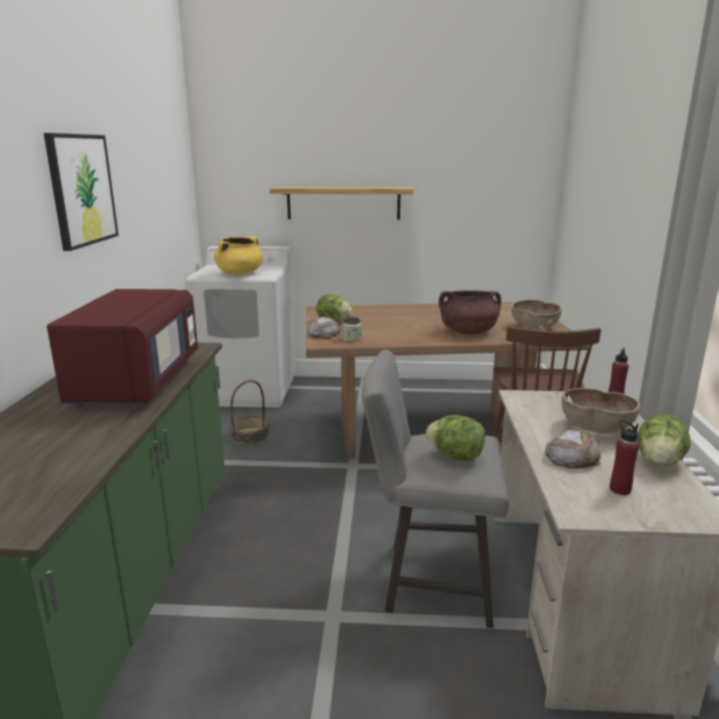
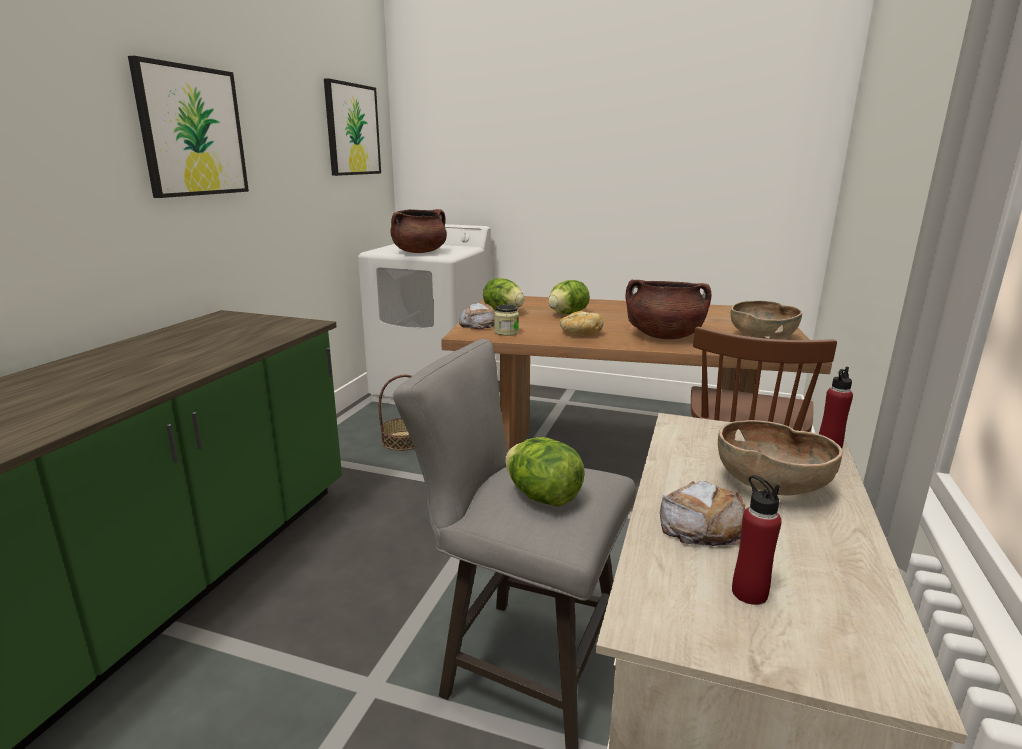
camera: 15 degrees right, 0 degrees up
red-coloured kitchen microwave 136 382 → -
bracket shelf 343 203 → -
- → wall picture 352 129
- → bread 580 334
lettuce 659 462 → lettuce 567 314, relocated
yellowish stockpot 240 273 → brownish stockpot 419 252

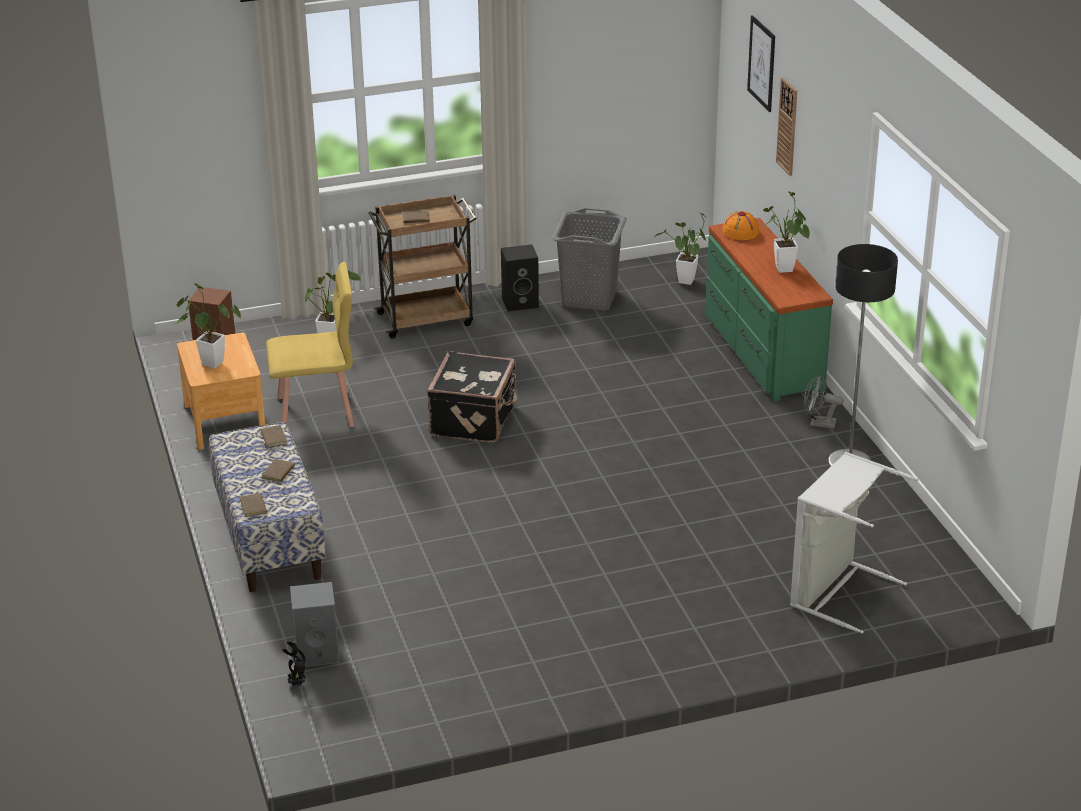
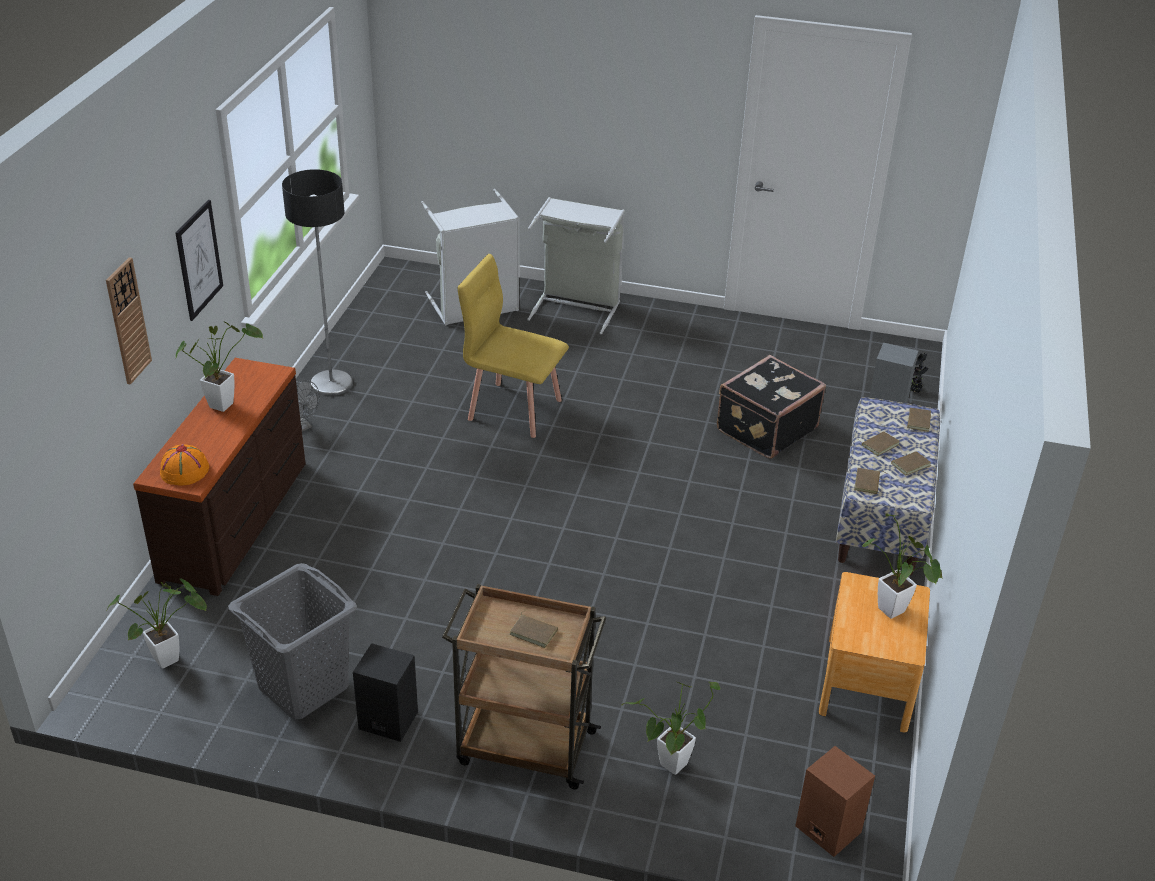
camera: 150 degrees left, 5 degrees up
- → grey washing basket 577 307
- → brownish bound book 909 464
yellowish plain chair 316 412 → yellowish plain chair 514 409, relocated
black-coloured travel case 475 420 → black-coloured travel case 765 429, relocated
wall picture 761 63 → wall picture 199 260, relocated
greenish chest of drawers 761 352 → brownish chest of drawers 237 520

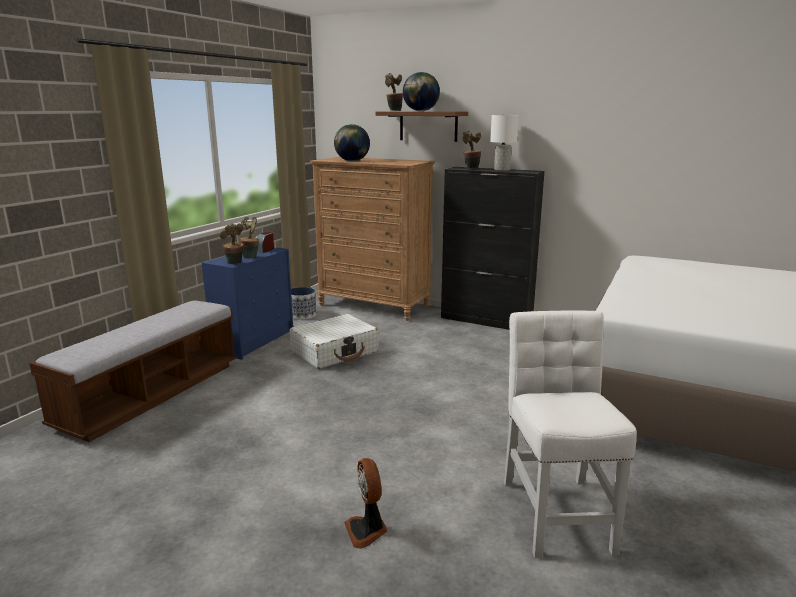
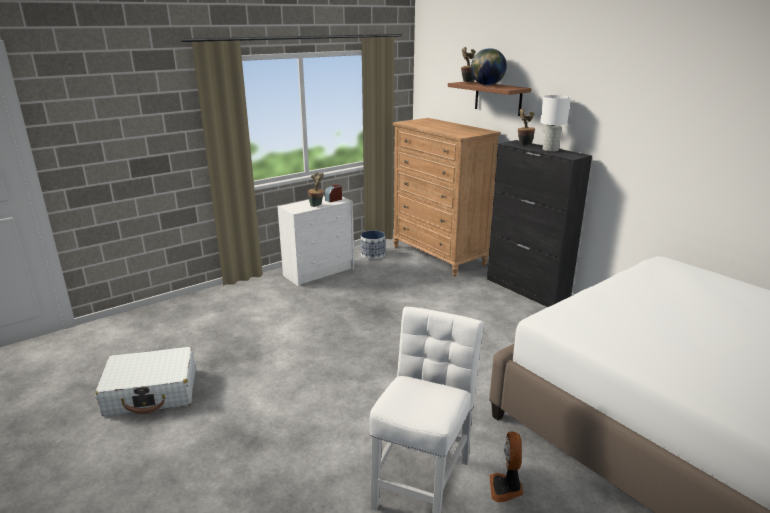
camera: 25 degrees right, 5 degrees up
bench 152 394 → -
plant in a pot 235 263 → -
globe 352 161 → -
white-coloured travel case 335 352 → white-coloured travel case 152 392, relocated
electric fan 367 530 → electric fan 506 488, relocated
bluish chest of drawers 255 341 → white-coloured chest of drawers 319 272

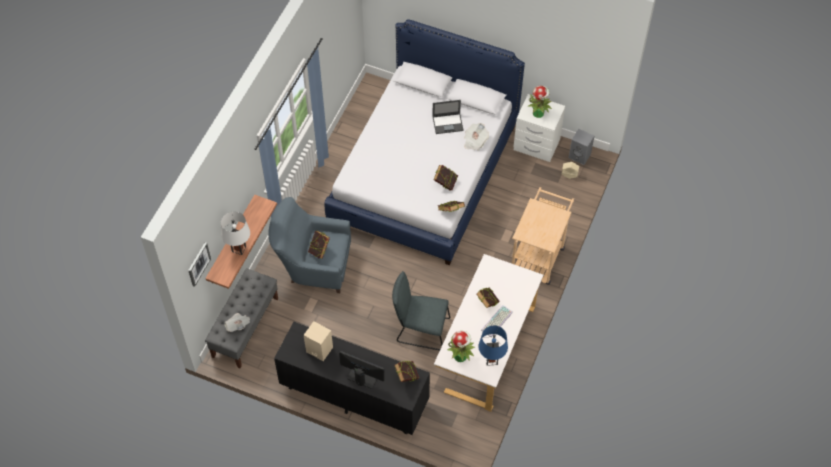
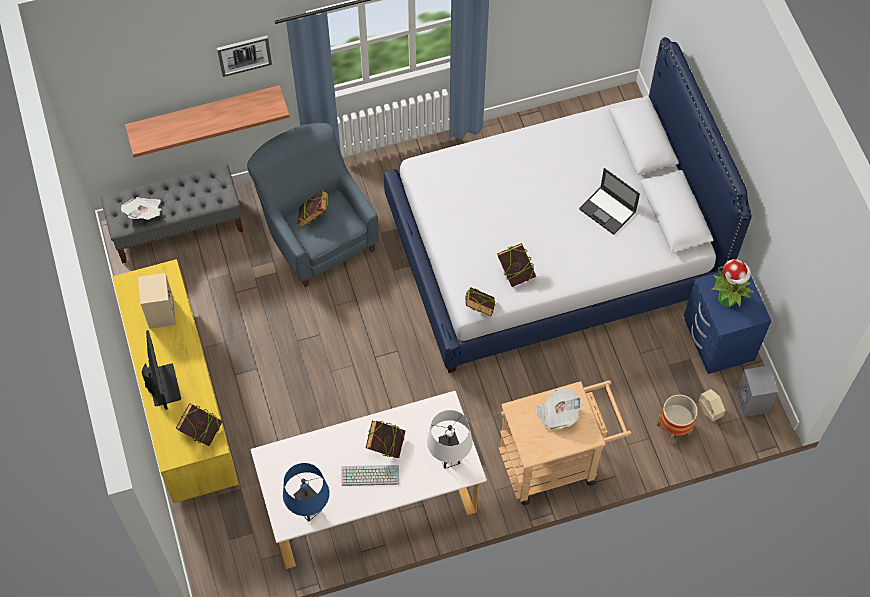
camera: 50 degrees right, 5 degrees up
grey plain chair 420 330 → -
plant in a pot 460 356 → -
- → plant pot 673 429
wall picture 198 264 → wall picture 244 55, relocated
white-coloured tabletop lamp 239 249 → white-coloured tabletop lamp 449 458, relocated
daily paper 475 141 → daily paper 557 414, relocated
black-coloured chest of drawers 354 395 → yellowish chest of drawers 183 404
white-coloured night table 536 145 → bluish night table 717 340

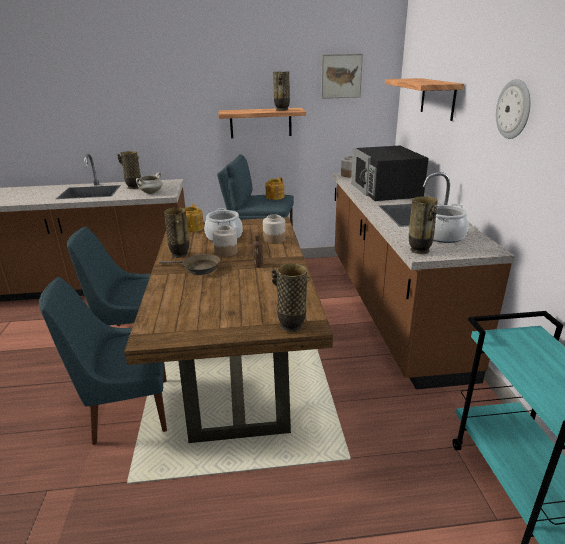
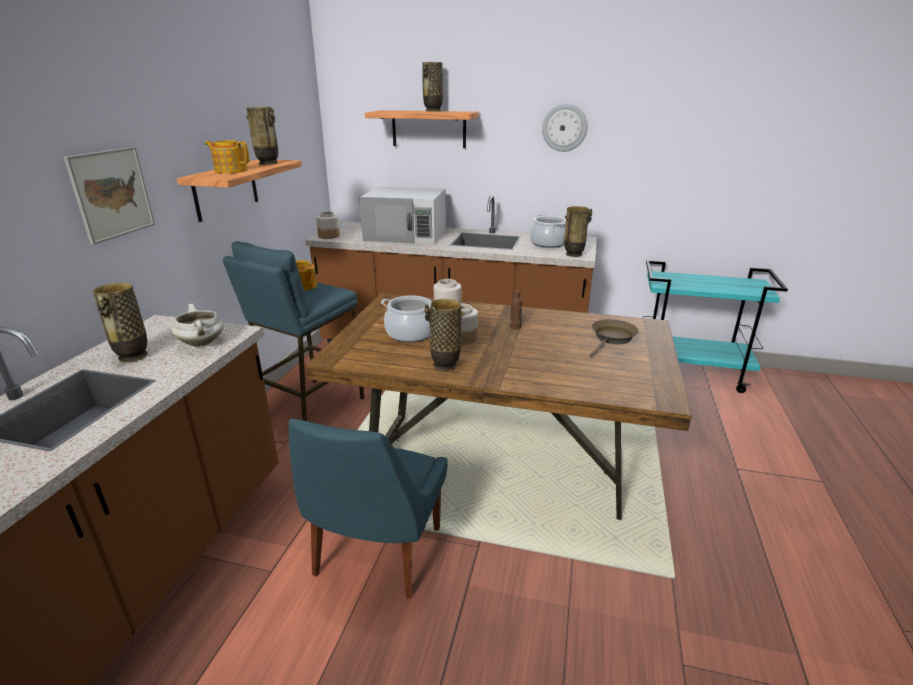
camera: 70 degrees left, 0 degrees up
bluish plain chair 128 411 → -
brownish pan 198 268 → brownish pan 612 339, relocated
teapot 193 227 → teapot 231 170, relocated
vase 291 326 → vase 433 111, relocated
wall picture 341 76 → wall picture 112 194, relocated
black-coloured kitchen microwave 385 190 → white-coloured kitchen microwave 406 235

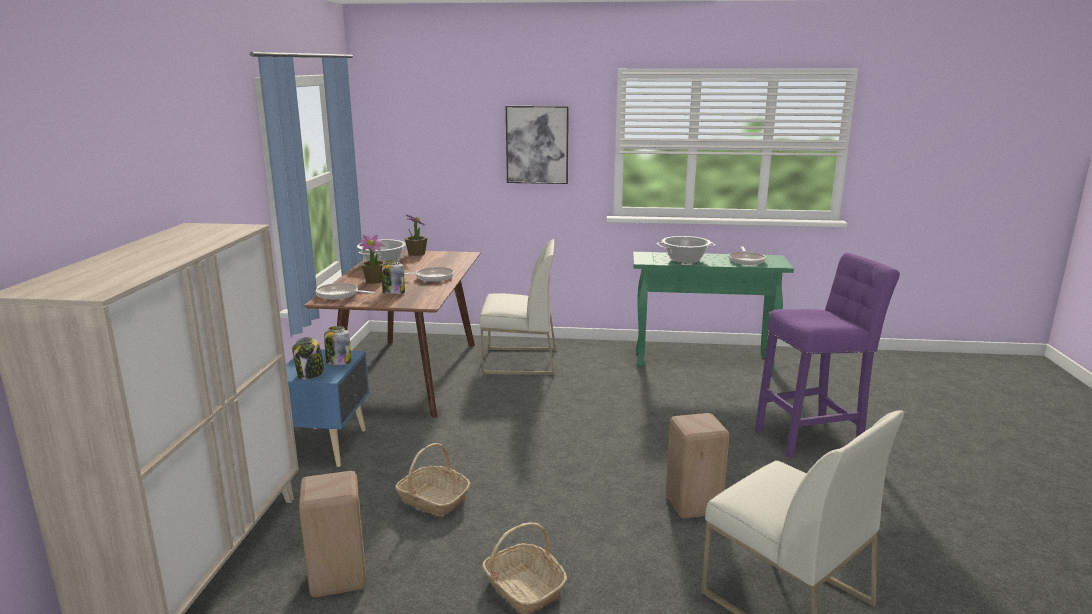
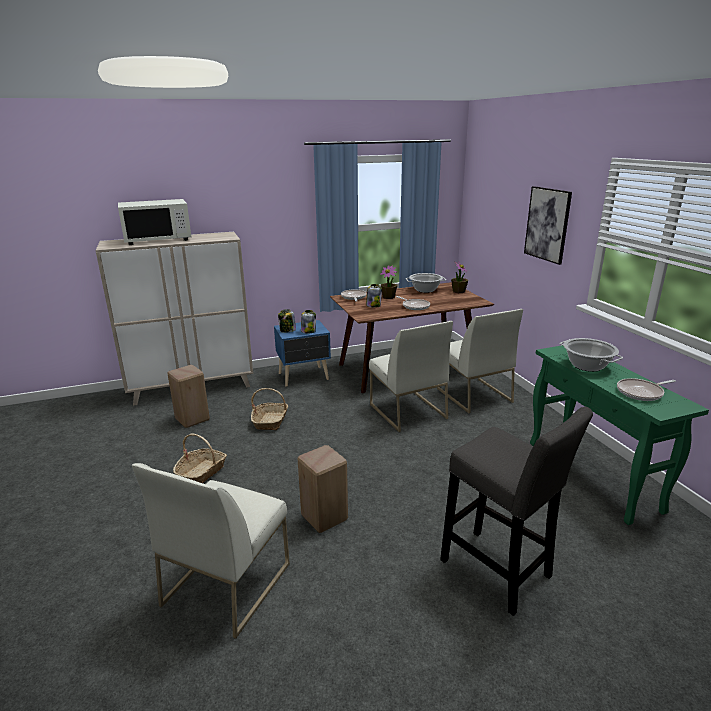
camera: 65 degrees right, 5 degrees up
- → white-coloured kitchen microwave 158 239
- → white-coloured plain chair 407 411
purple-coloured stool 812 437 → grey stool 499 573

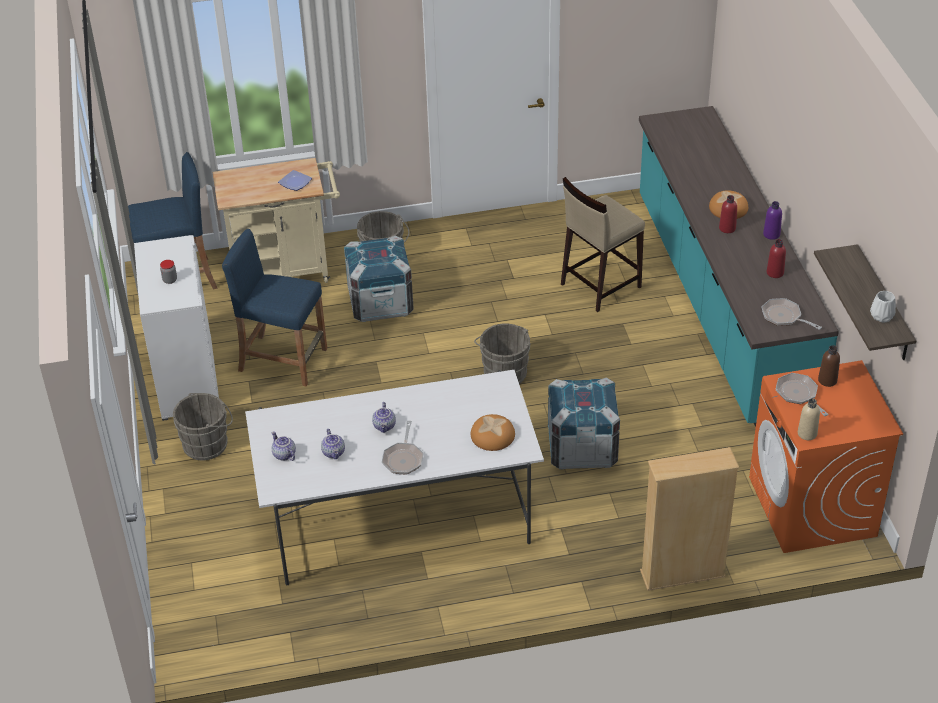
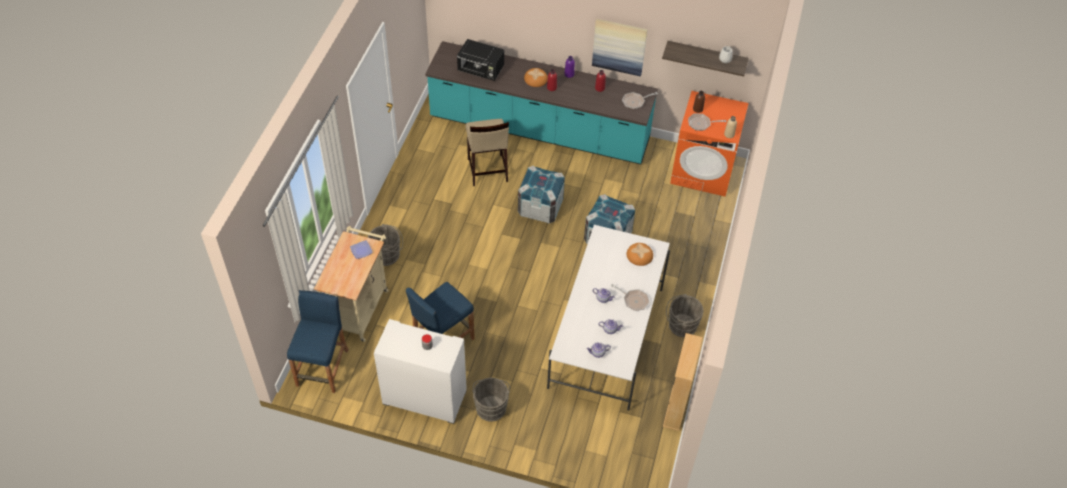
camera: 65 degrees left, 10 degrees up
- → black-coloured kitchen microwave 481 70
- → wall picture 619 46
packing crate 380 303 → packing crate 540 207, relocated
grey pail 504 372 → grey pail 680 325, relocated
beige bookshelf 682 574 → beige bookshelf 676 408, relocated

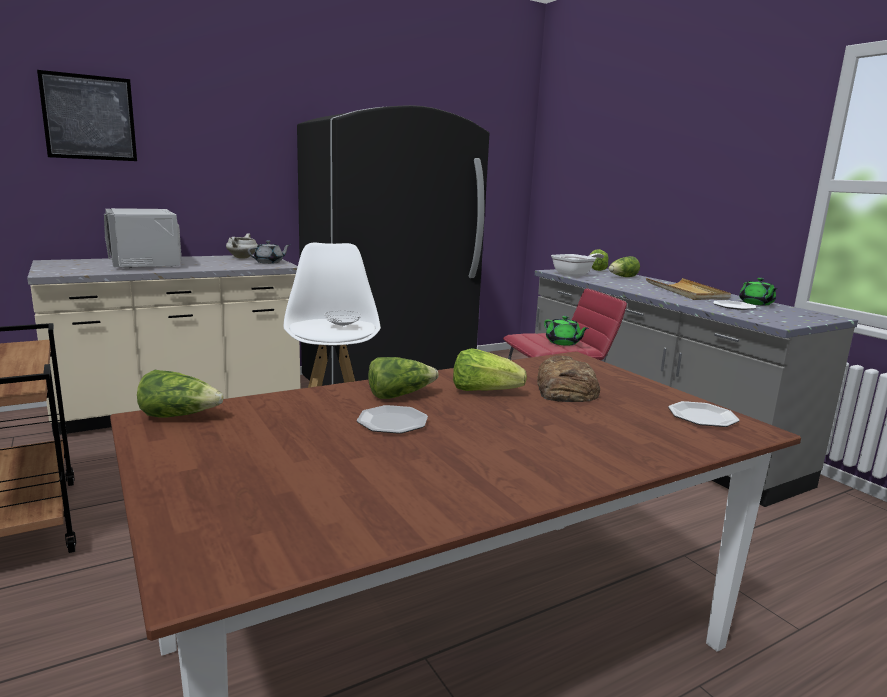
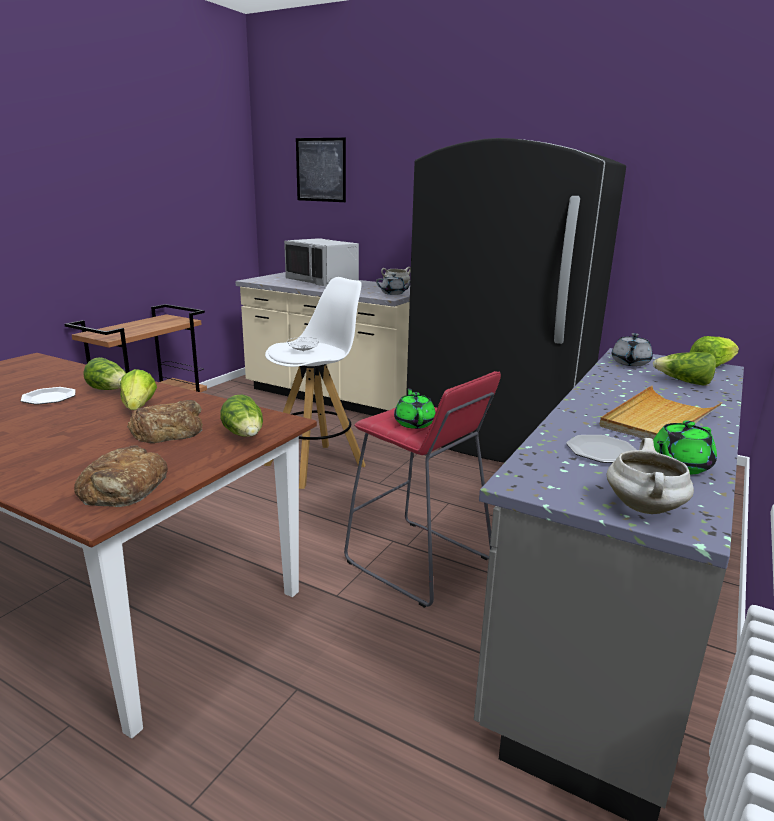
camera: 60 degrees right, 5 degrees up
- → white-coloured stockpot 645 509
lettuce 180 416 → lettuce 245 435, relocated
pan 575 274 → grey teapot 630 363
flat dish 702 417 → bread 124 488
grey kitchen microwave 146 263 → grey kitchen microwave 323 282, 75 degrees counterclockwise
greenish teapot 563 343 → greenish teapot 414 423, 150 degrees clockwise

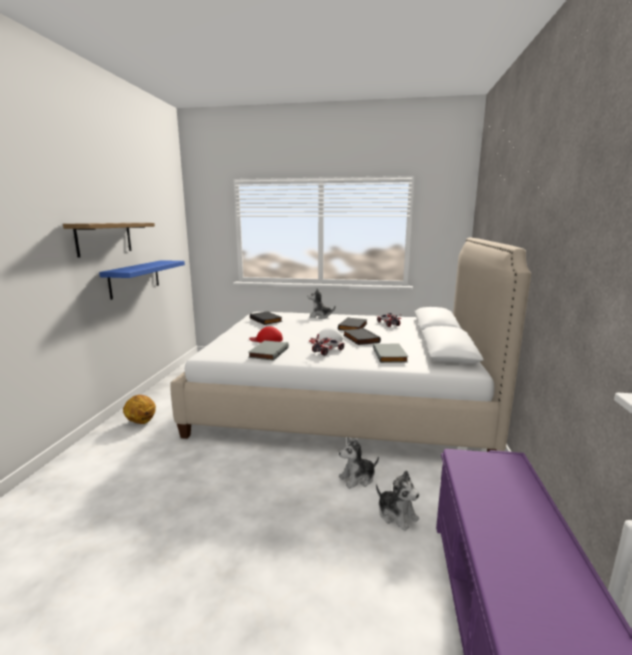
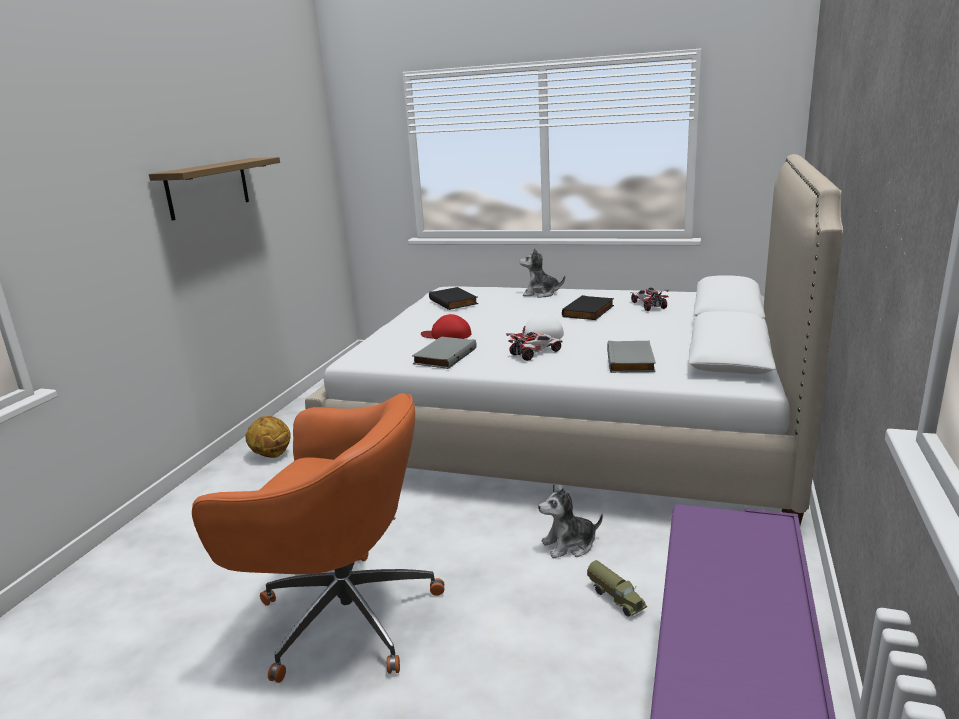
camera: 10 degrees right, 5 degrees up
bluish bracket shelf 135 278 → -
black-coloured bound book 360 339 → -
- → orange-coloured desk chair 342 615
soft toy 396 515 → toy truck 616 598

